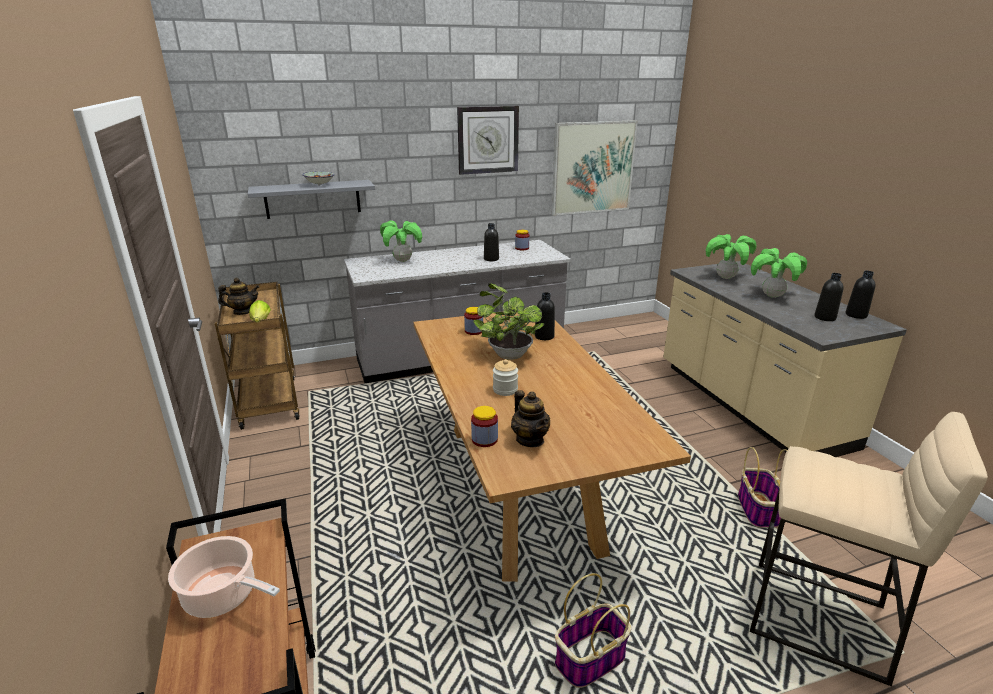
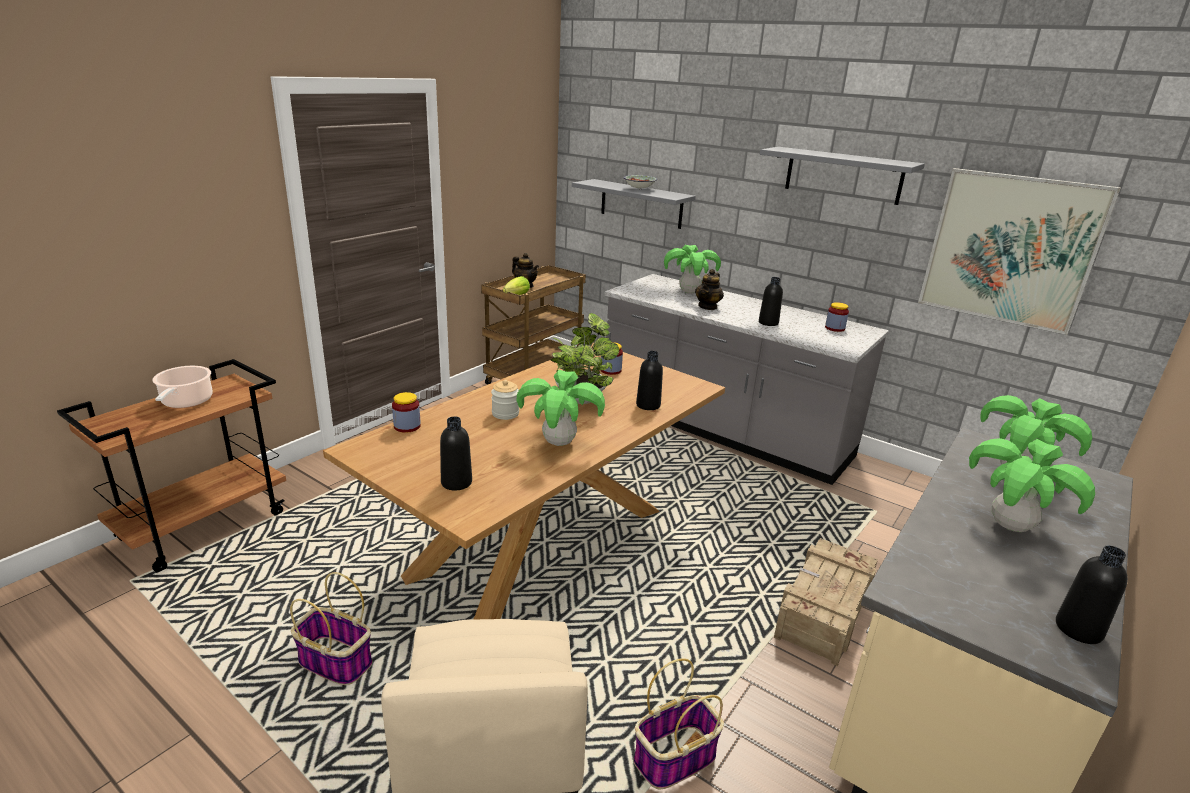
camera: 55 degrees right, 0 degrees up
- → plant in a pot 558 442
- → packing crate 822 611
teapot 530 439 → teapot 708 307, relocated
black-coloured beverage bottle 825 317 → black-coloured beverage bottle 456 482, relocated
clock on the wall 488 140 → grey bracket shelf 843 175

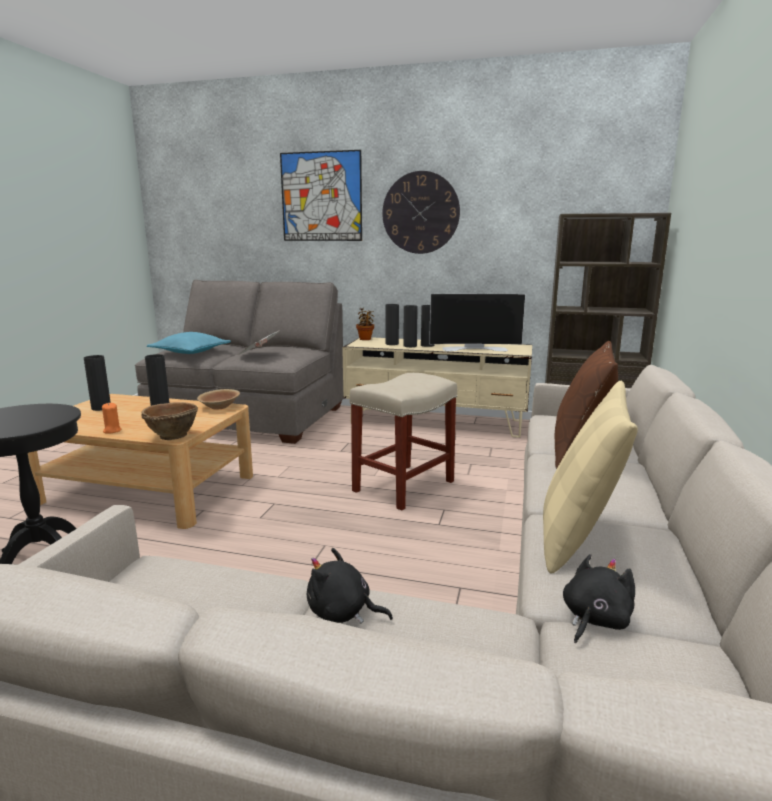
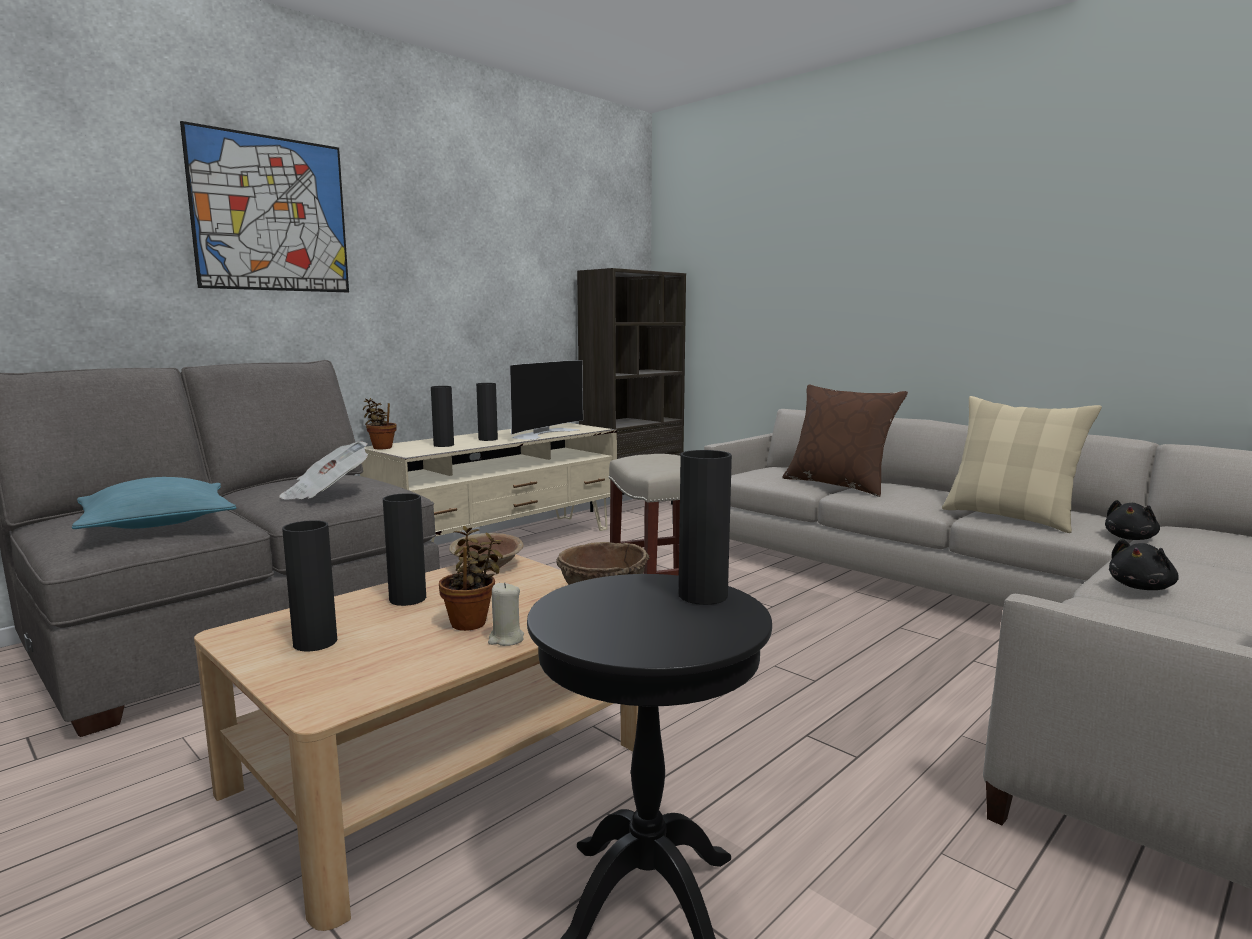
camera: 60 degrees left, 5 degrees down
clock on the wall 420 213 → -
- → plant in a pot 471 622
black-coloured vase 410 346 → black-coloured vase 703 595, relocated
orange-coloured candle 112 431 → beige candle 506 639
black-coloured soft toy 594 619 → black-coloured soft toy 1130 538, 120 degrees counterclockwise

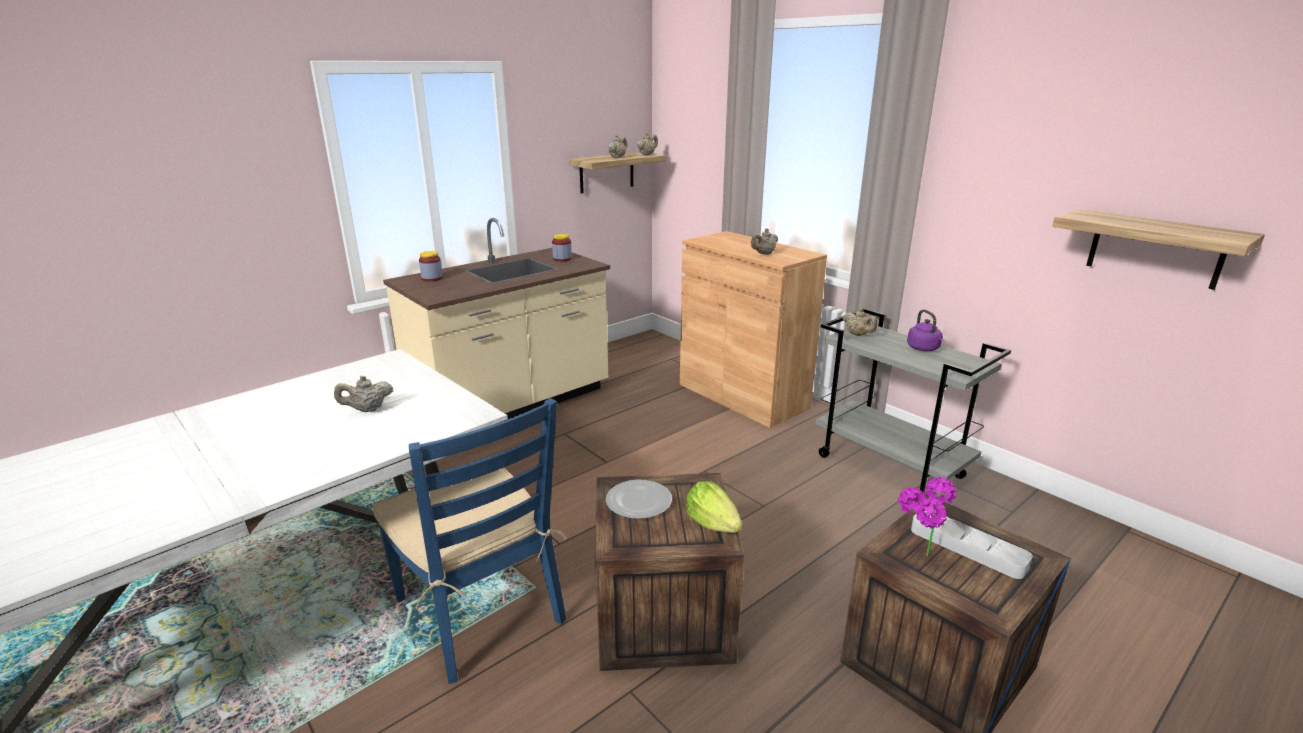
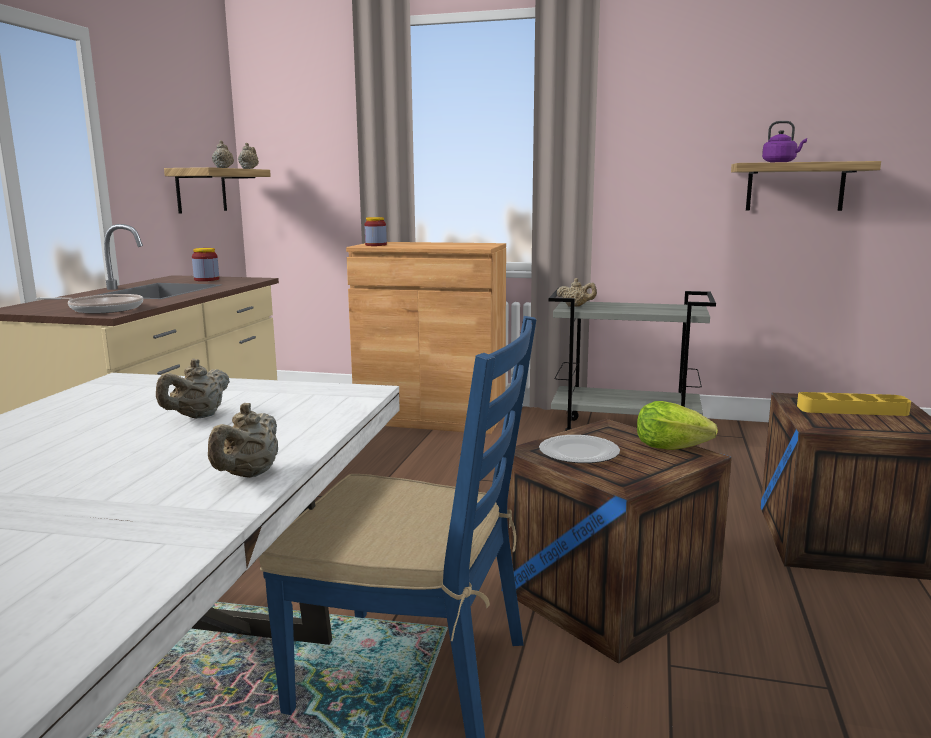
camera: 35 degrees left, 10 degrees down
plant in a pot 917 557 → -
- → pan 102 309
preserve jar 432 278 → preserve jar 376 245, relocated
beige teapot 764 254 → beige teapot 248 475, relocated
purple-coloured tea kettle 924 349 → purple-coloured tea kettle 780 162, relocated
grey tray 967 547 → yellowish tray 851 410

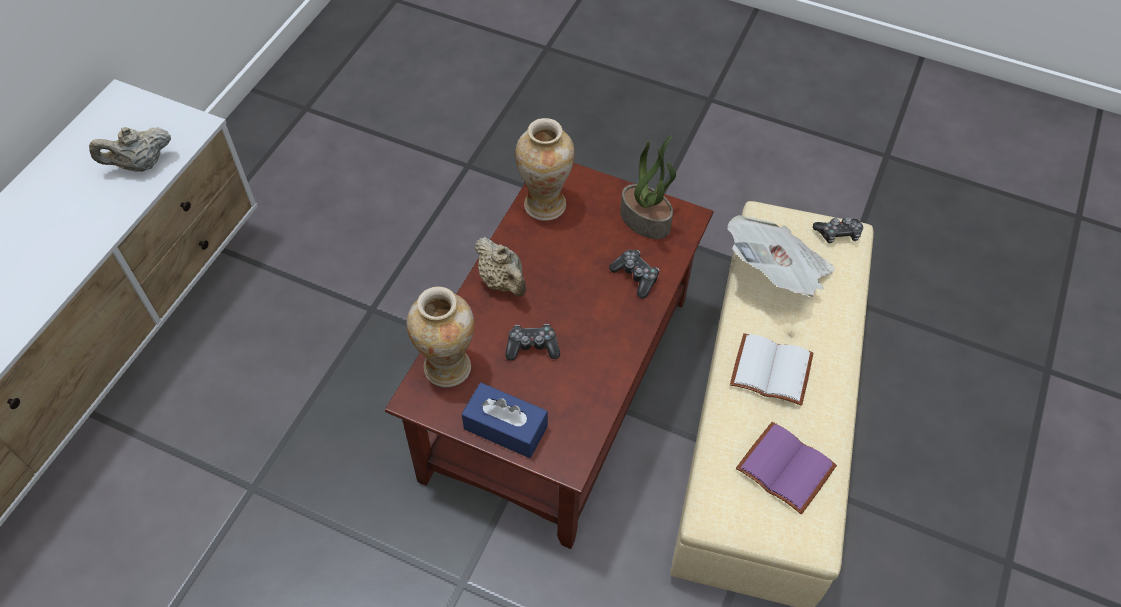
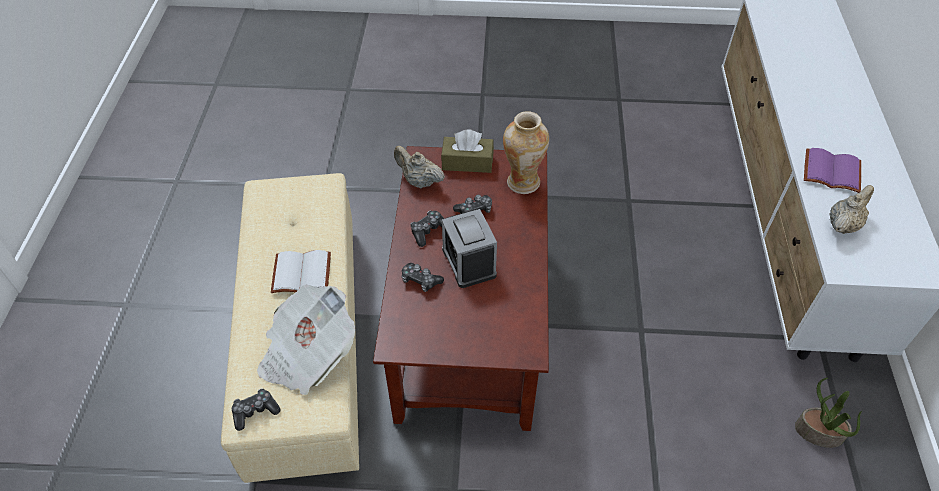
camera: 160 degrees right, 5 degrees down
vase 545 204 → -
- → joypad 428 231
- → alarm clock 469 262
beige teapot 503 282 → beige teapot 419 181, relocated
plant in a pot 646 220 → plant in a pot 817 433, relocated
purple-coloured bound book 788 467 → purple-coloured bound book 830 173, relocated
bluish tissue holder 505 427 → brownish tissue holder 467 162

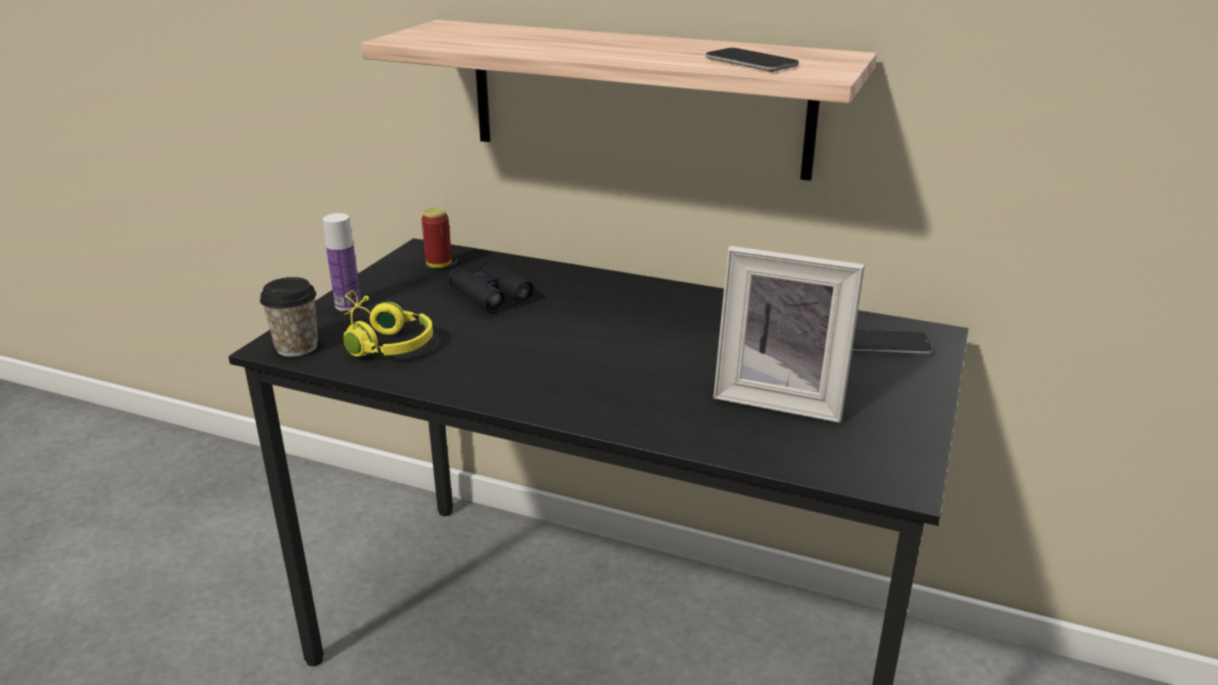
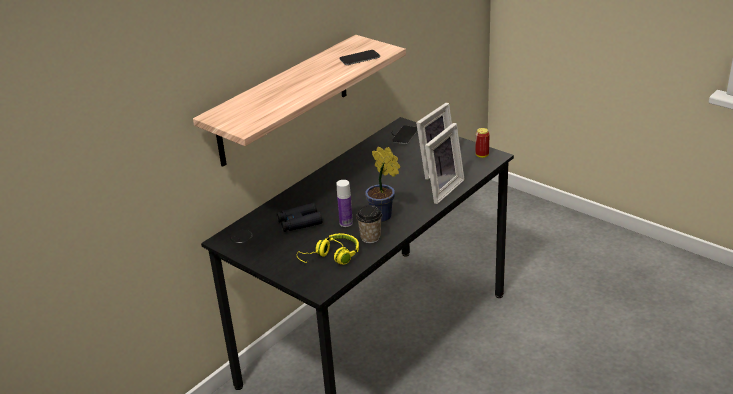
camera: 70 degrees left, 5 degrees up
- → plant in a pot 383 217
- → standing frame 441 189
cup 297 347 → cup 370 237, relocated
beverage bottle 348 305 → beverage bottle 346 223, relocated
metal can 439 265 → metal can 482 155, relocated

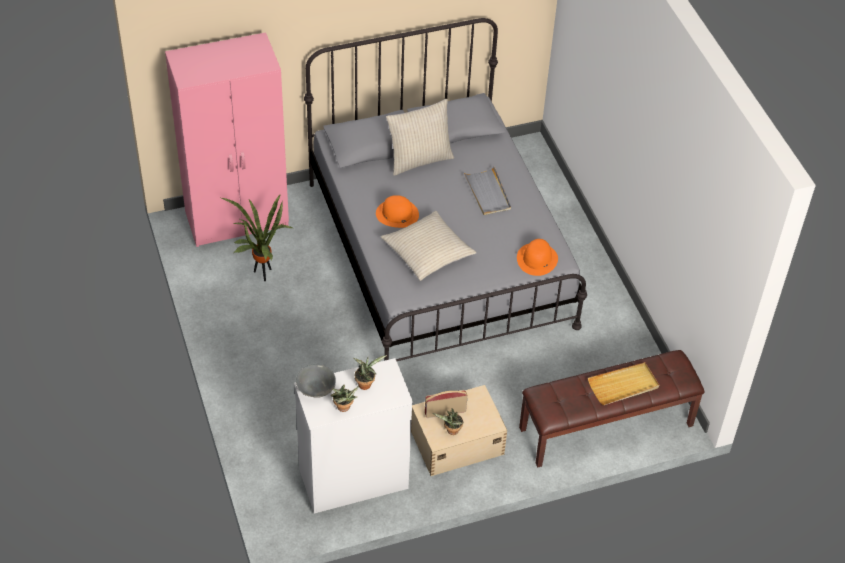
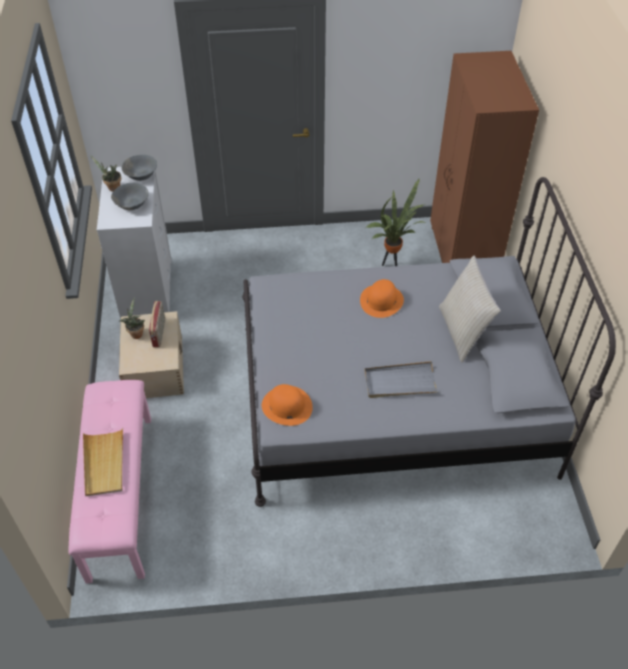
camera: 105 degrees right, 0 degrees up
beige throw pillow 427 252 → -
plant in a pot 366 383 → grey bowl 132 204
pinkish clothes cupboard 238 220 → brownish clothes cupboard 461 256
brownish bench 606 427 → pinkish bench 119 495

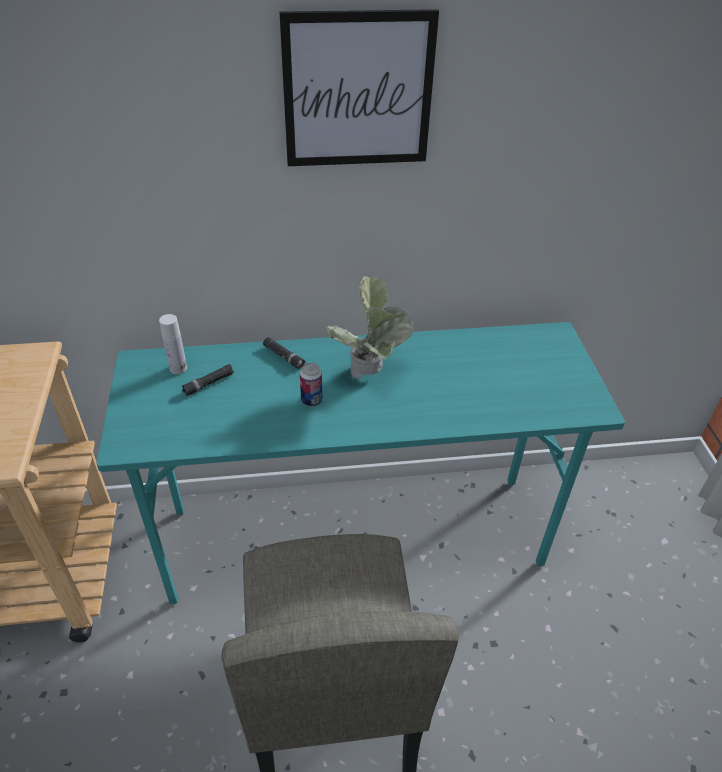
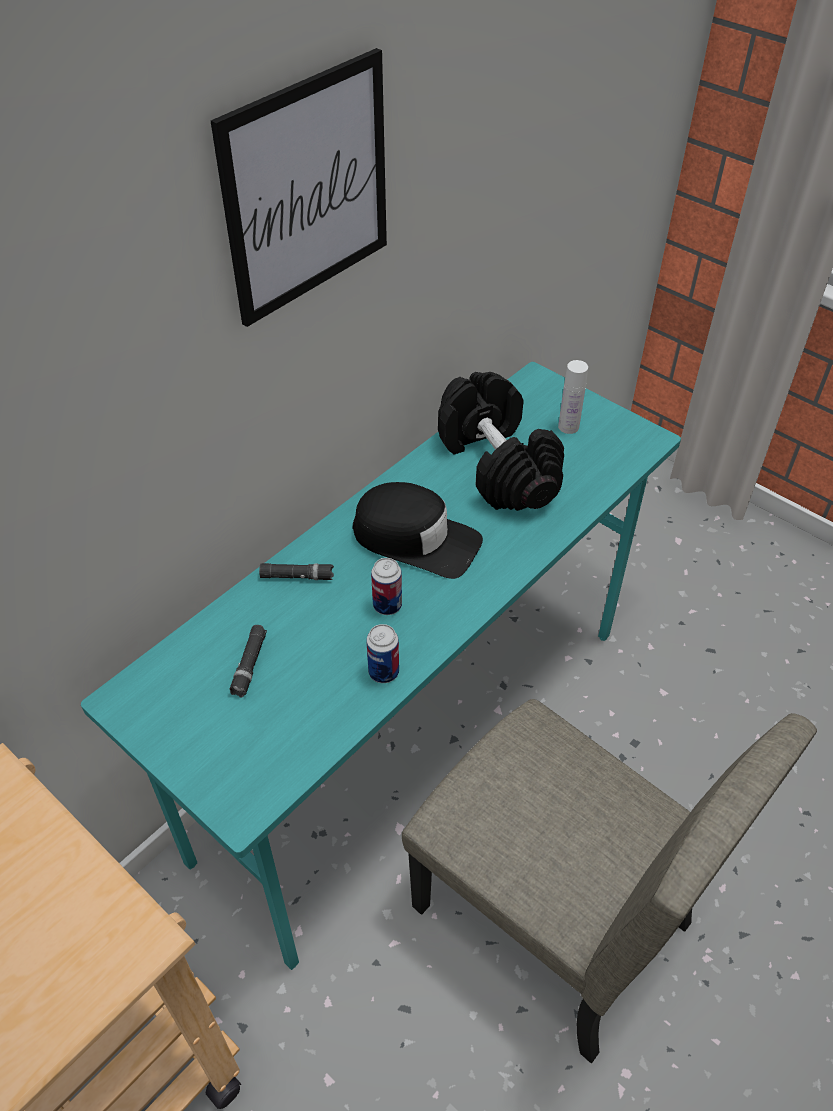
camera: 40 degrees left, 5 degrees up
- → metal can 383 672
- → black-coloured hand weight 498 465
white-coloured beverage bottle 178 368 → white-coloured beverage bottle 568 427, relocated
plant in a pot 370 377 → black-coloured baseball cap 416 539

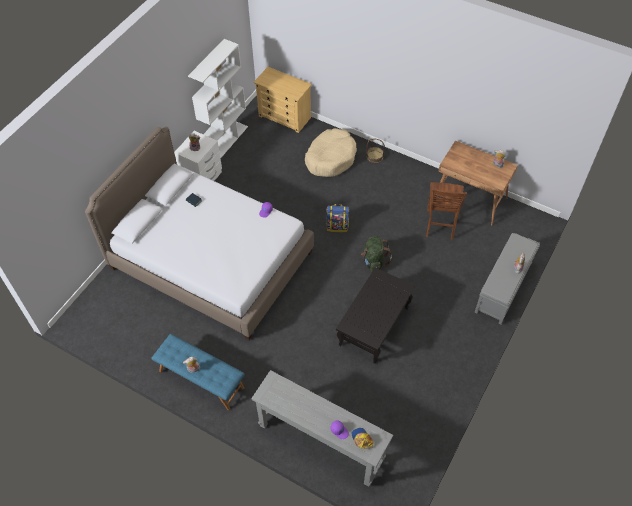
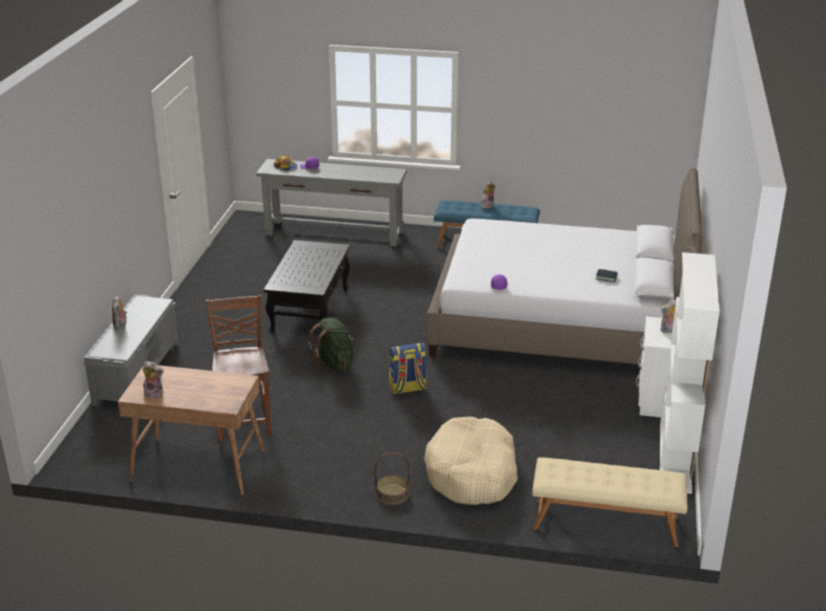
camera: 160 degrees right, 25 degrees down
beige chest of drawers 285 117 → beige bench 605 523

